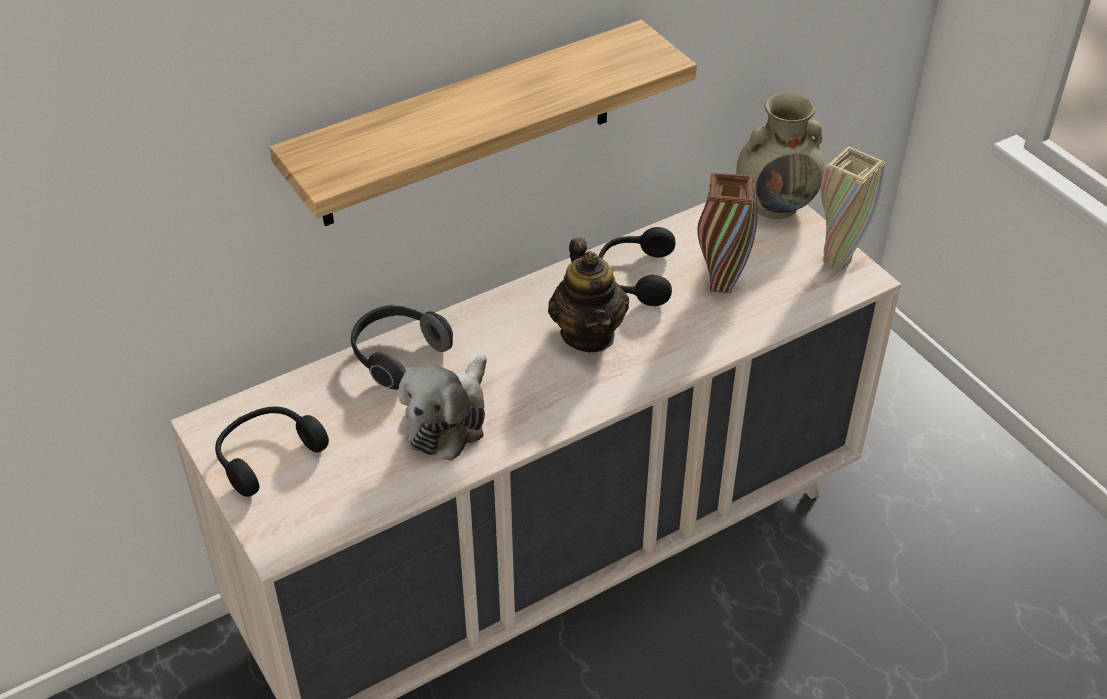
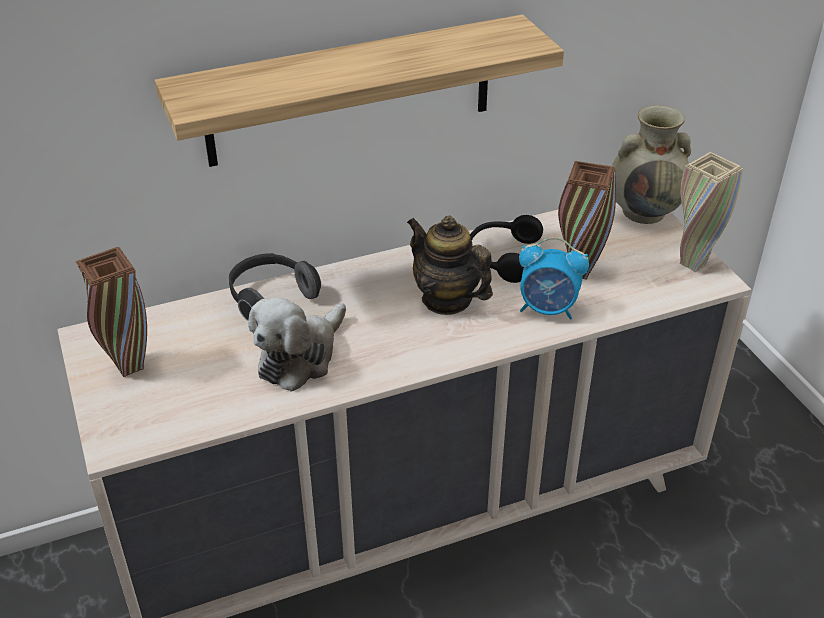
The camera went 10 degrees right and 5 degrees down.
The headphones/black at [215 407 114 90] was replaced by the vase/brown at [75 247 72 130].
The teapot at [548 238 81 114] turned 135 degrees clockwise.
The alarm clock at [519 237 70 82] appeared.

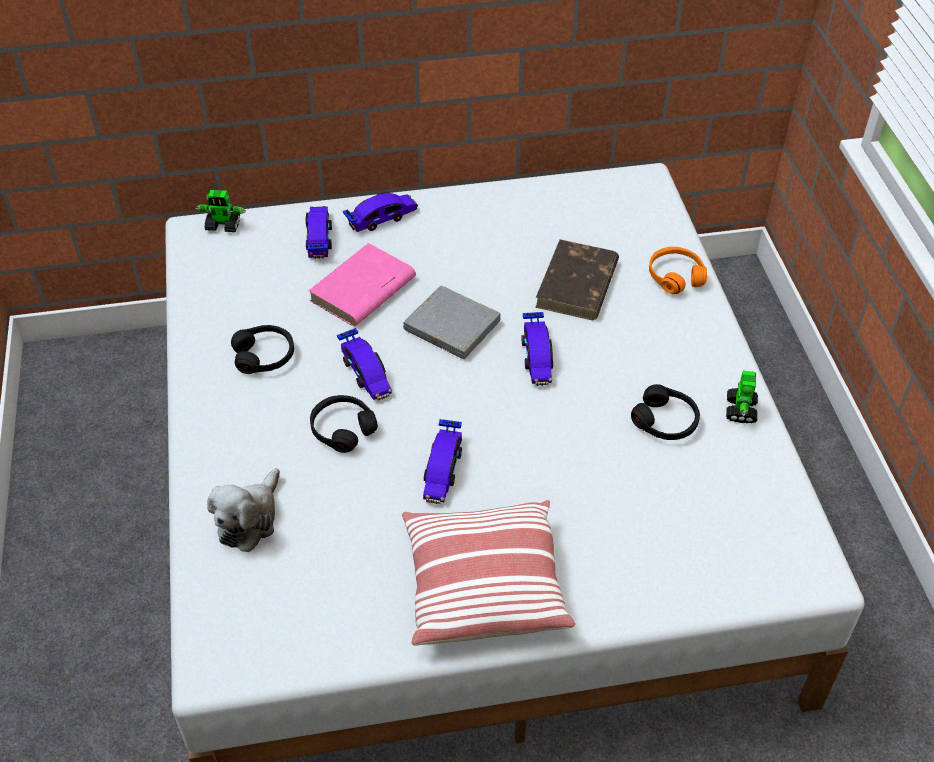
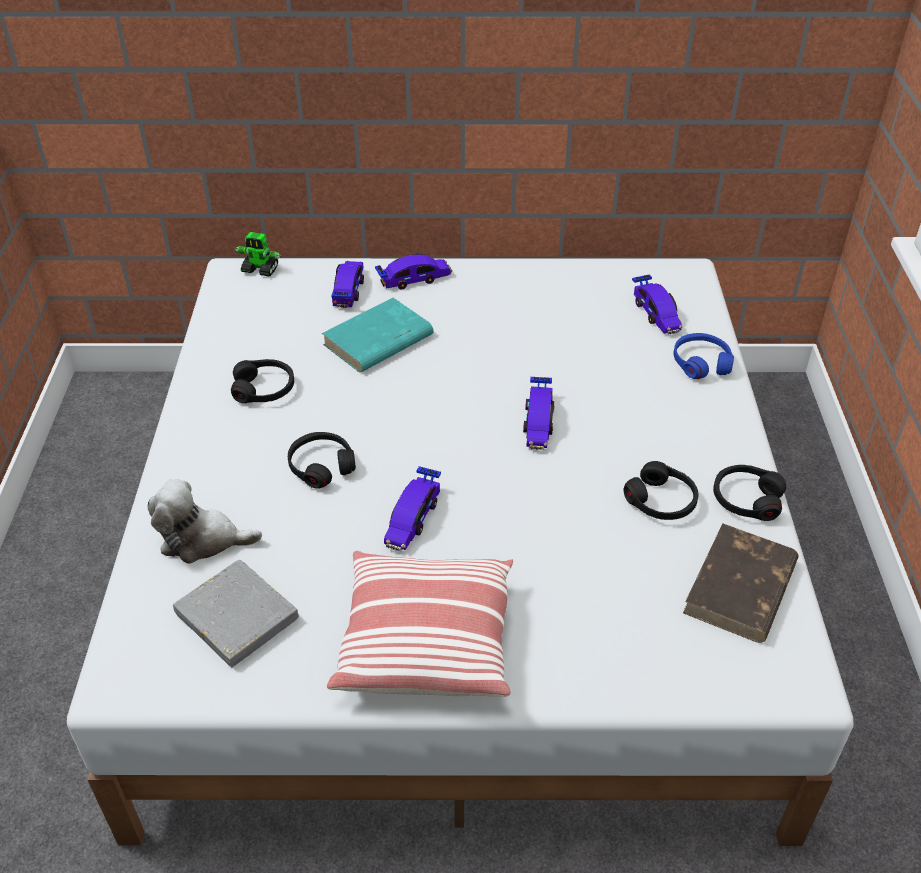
The camera went 10 degrees right and 5 degrees down.
The plush toy at [207 468 73 84] turned 60 degrees clockwise.
The book/grey moved from [403 286 98 73] to [173 559 126 108].
The book/pink at [309 243 107 84] became the book/turquoise at [322 298 112 75].
The toy car moved from [337 328 55 73] to [632 274 51 60].
The headphones/orange at [649 247 58 47] became the headphones/blue at [673 333 61 46].
The book/brown moved from [535 239 84 81] to [683 523 115 120].
The toy robot at [726 371 32 52] was replaced by the headphones/black at [713 465 73 56].

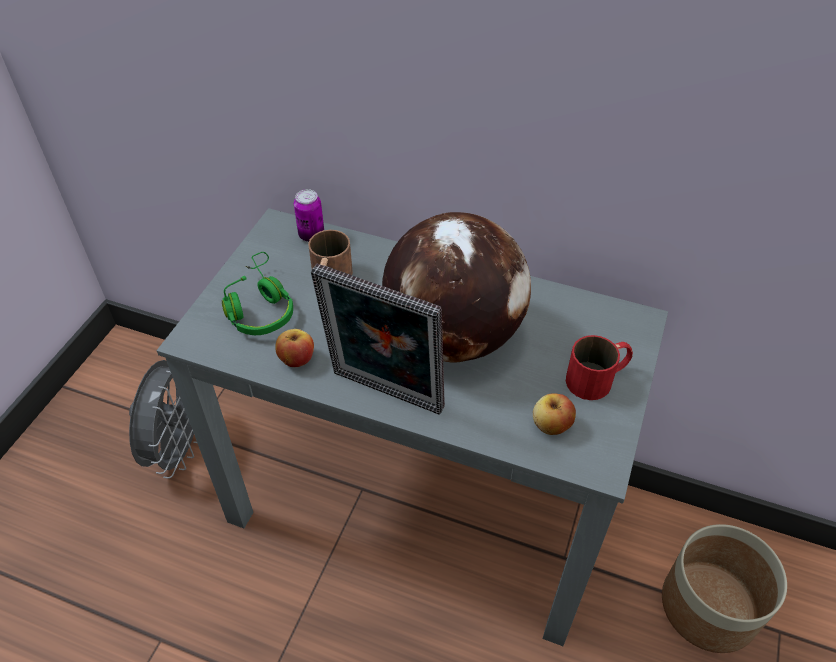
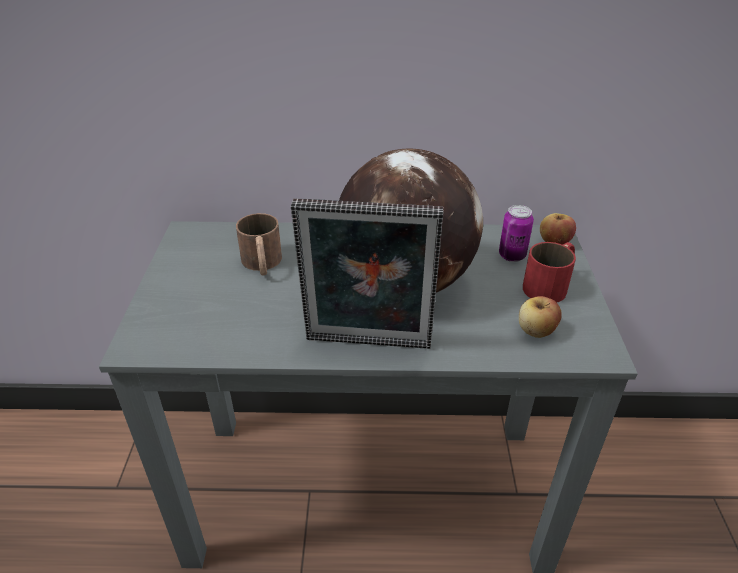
The camera went 20 degrees left and 10 degrees down.
The can moved from [294 189 30 53] to [499 205 35 57].
The apple moved from [275 329 39 38] to [540 213 36 32].
The fan/grey at [129 360 68 119] disappeared.
The headphones/green at [222 252 71 83] disappeared.
The planter at [662 524 125 129] disappeared.

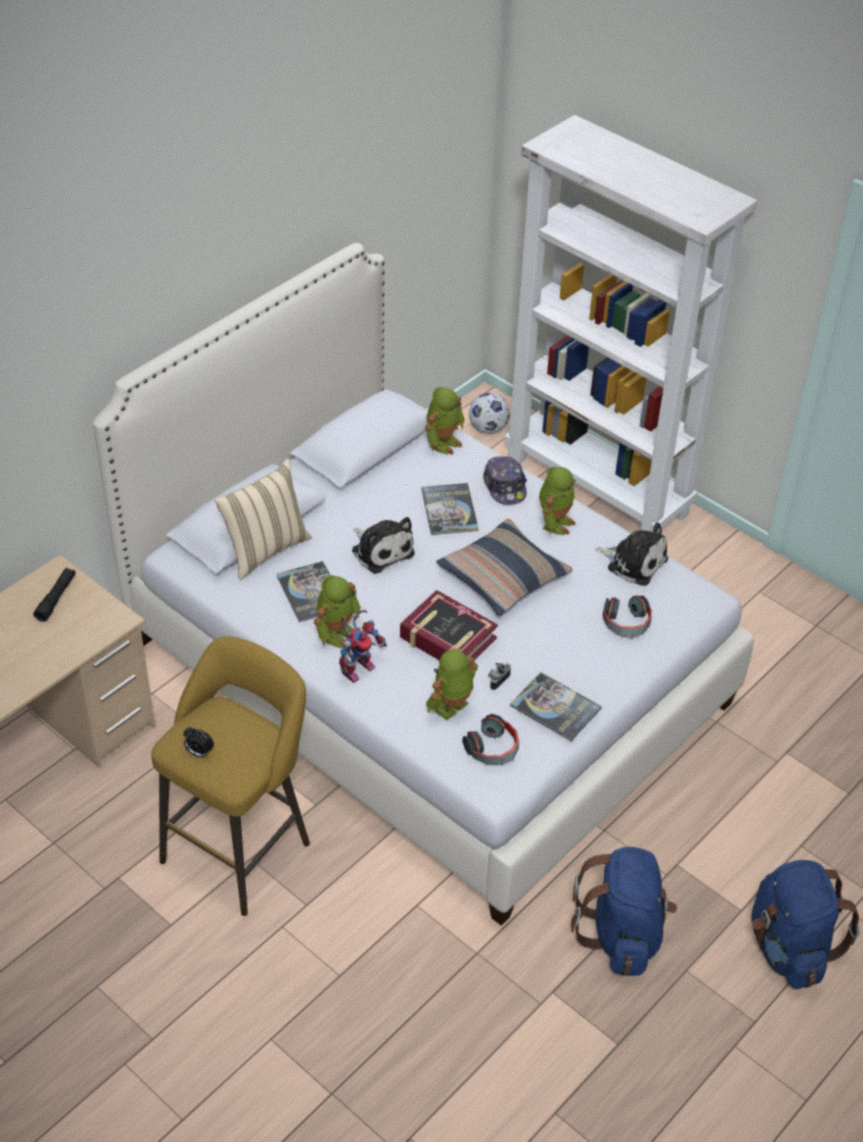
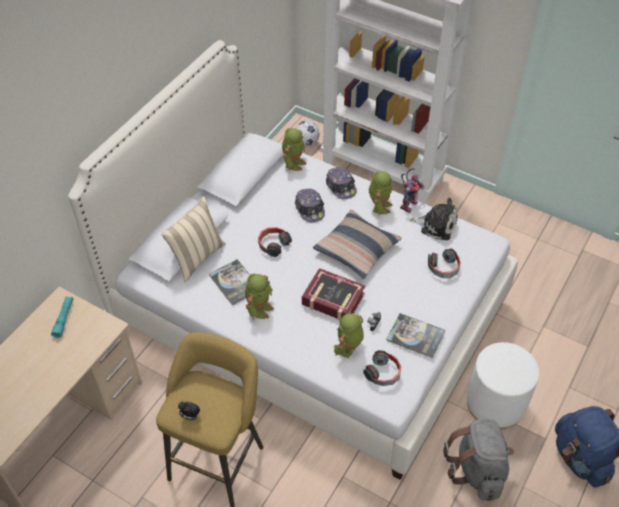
The camera went 10 degrees left and 5 degrees up.
The flashlight/black at [33 568 43 54] became the flashlight/turquoise at [51 296 22 42].
The plush toy at [352 517 63 57] was replaced by the headphones at [258 227 34 30].
The book at [422 483 57 52] was replaced by the cap at [295 189 30 33].
The toy robot moved from [339 610 48 73] to [400 168 24 45].
The backpack/blue at [571 847 107 129] became the backpack/grey at [443 419 71 82].
The ottoman/white at [467 342 72 87] appeared.

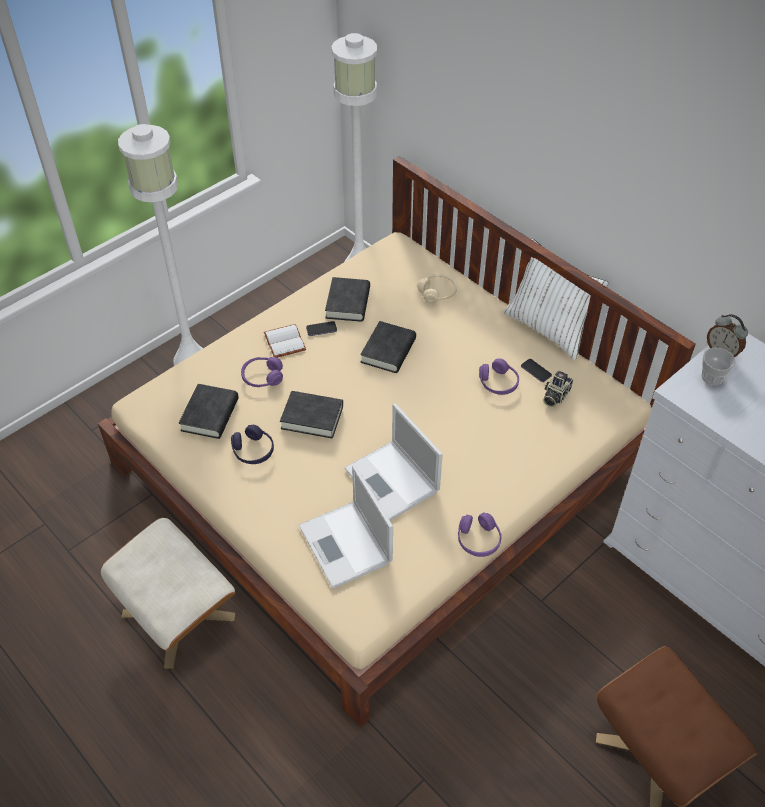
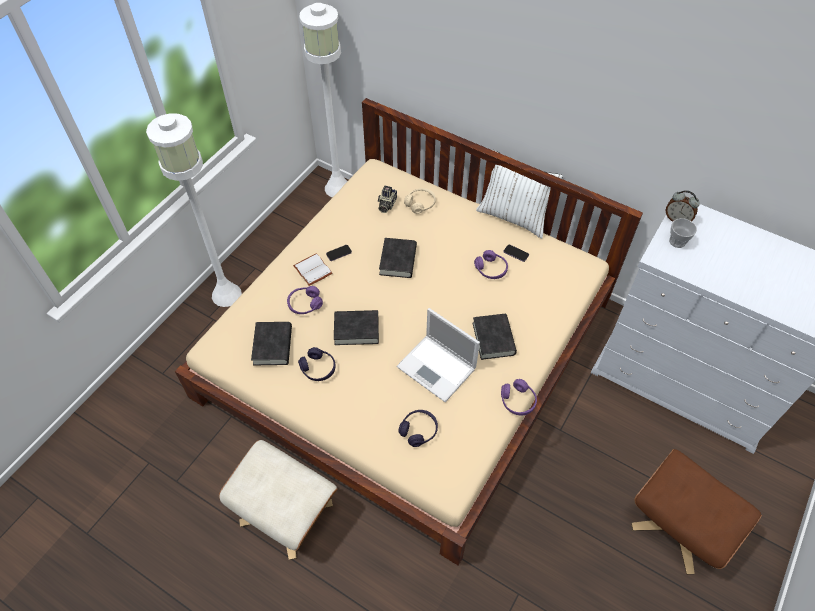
The camera went 15 degrees left and 5 degrees up.
The photo camera moved from [543 370 30 37] to [378 186 19 27].
The laptop at [299 465 94 124] was replaced by the headphones/purple at [398 410 40 37].
The book/black moved from [325 277 45 45] to [473 314 44 46].

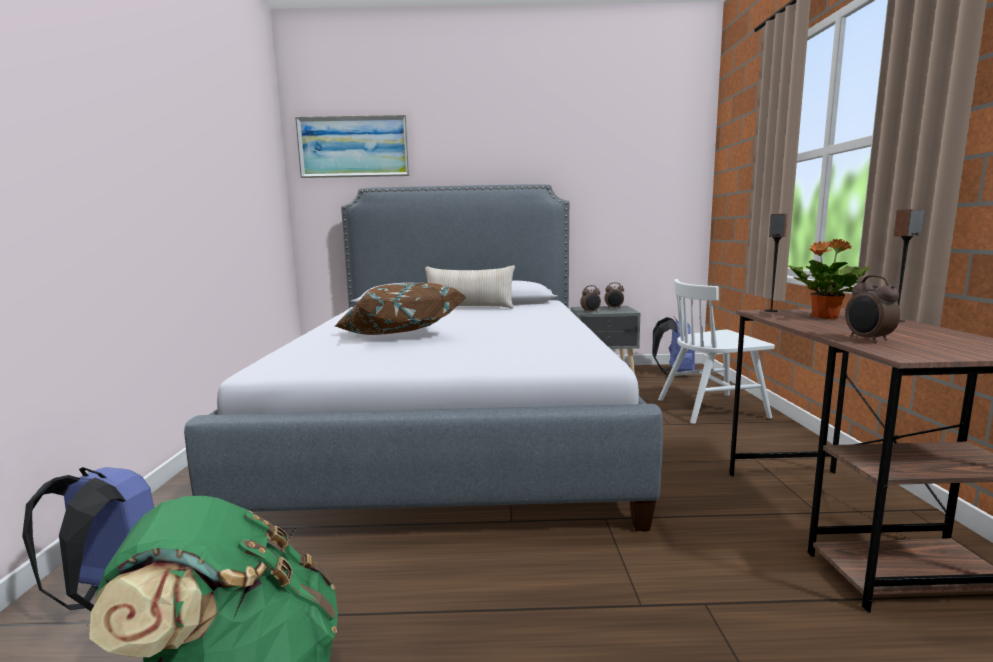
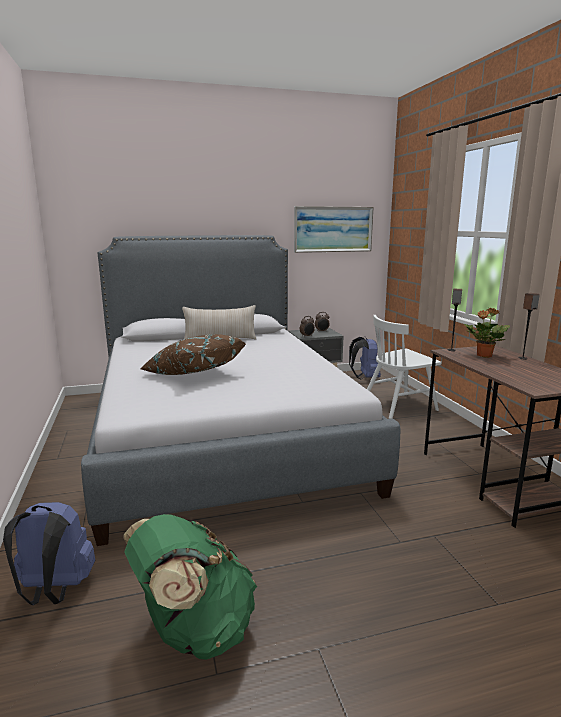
The camera went 15 degrees left and 5 degrees up.
The picture moved from [295 115 115 63] to [294 206 80 47].
The alarm clock at [845 275 55 68] disappeared.

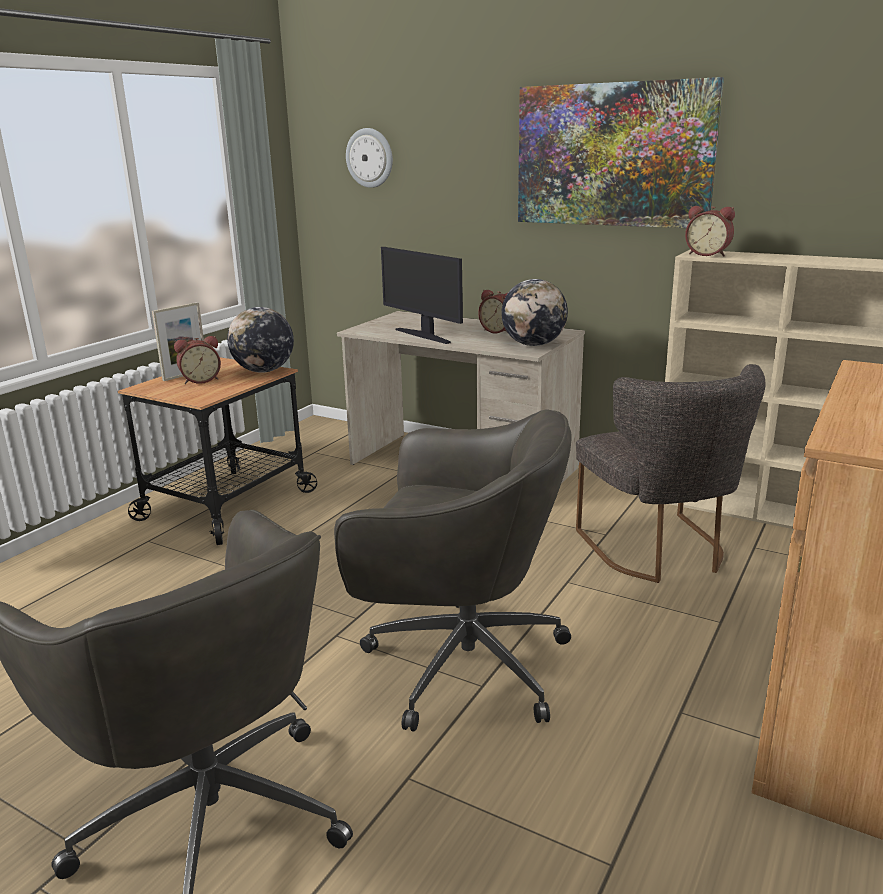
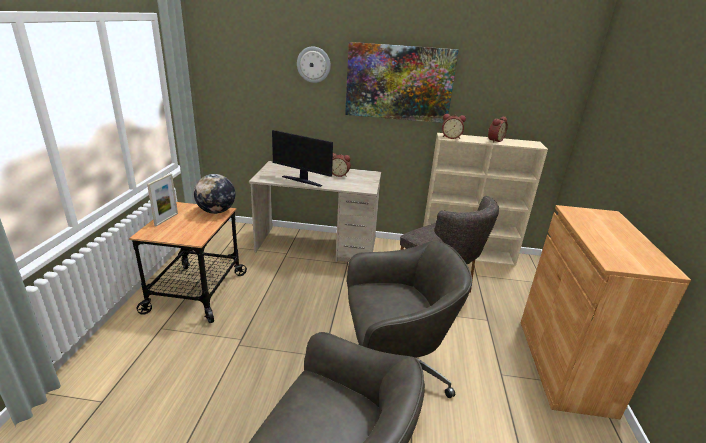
The camera went 25 degrees left and 5 degrees up.
The wall clock moved from [346 128 47 60] to [297 46 34 37].
The alarm clock moved from [174 336 47 48] to [488 117 20 26].
The globe at [501 279 67 67] disappeared.

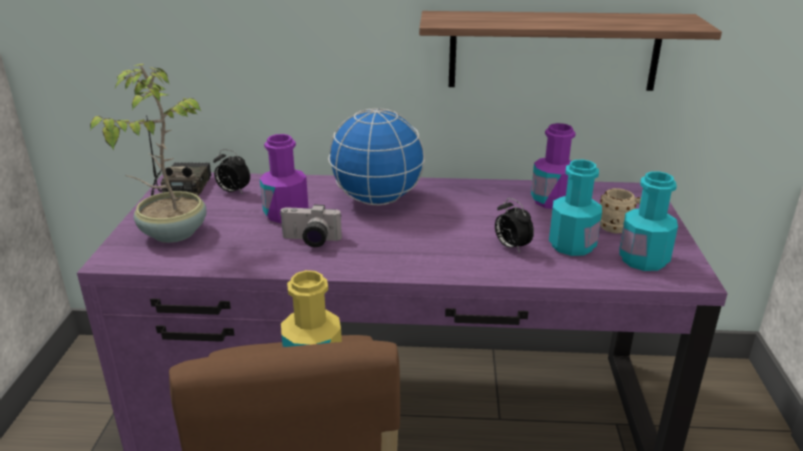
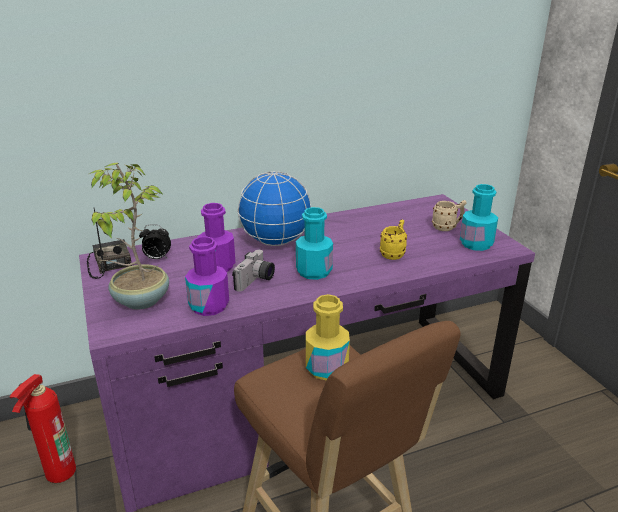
The camera went 25 degrees left and 0 degrees up.
The fire extinguisher at [9 374 67 109] appeared.
The bottle/purple moved from [531 123 45 86] to [185 236 44 80].
The photo camera at [279 204 63 43] turned 45 degrees counterclockwise.
The bottle/turquoise moved from [549 160 53 96] to [296 207 37 73].
The alarm clock at [495 198 39 55] was replaced by the mug/yellow at [380 219 27 41].
The shelf at [419 11 303 80] disappeared.

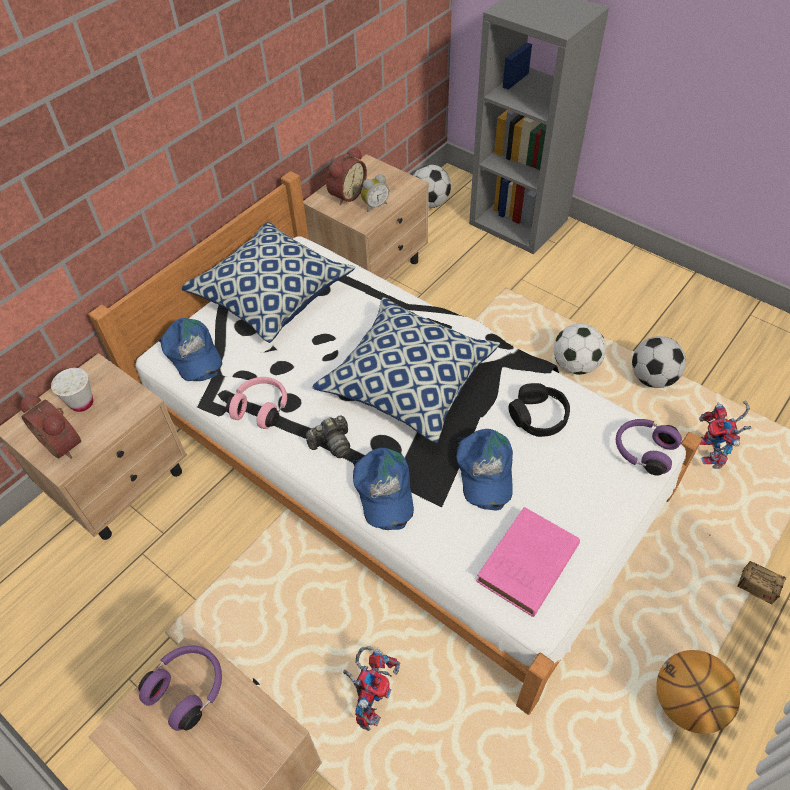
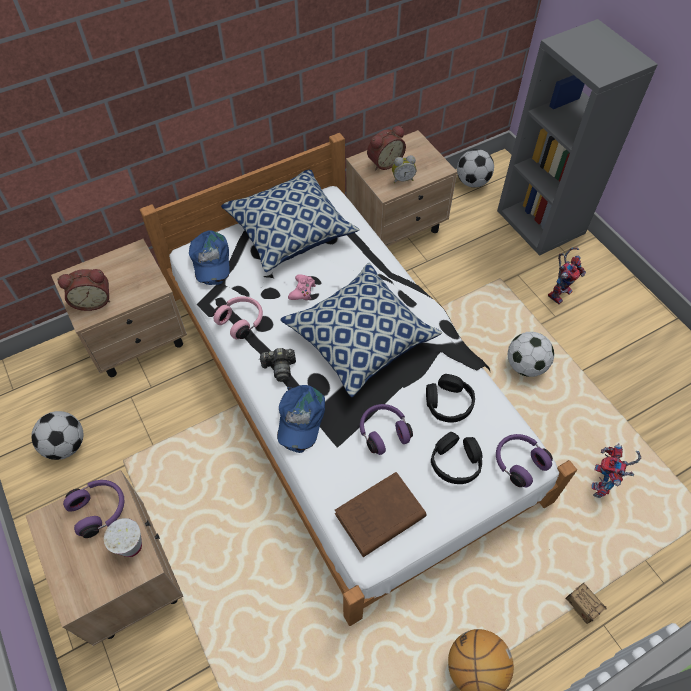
The camera went 20 degrees right and 5 degrees up.
The football moved from [632 336 54 52] to [31 411 52 49].
The alarm clock at [21 395 60 64] turned 75 degrees counterclockwise.
The cup/white moved from [51 368 42 44] to [104 518 38 39].
The game controller/pink at [288 274 28 26] appeared.
The book/pink at [476 507 104 110] became the book/brown at [335 472 92 85].
The cap/blue at [457 429 56 82] was replaced by the headphones/purple at [360 404 53 51].
The headphones/black at [431 432 51 52] appeared.
The toy robot moved from [343 646 57 85] to [548 248 38 56].

